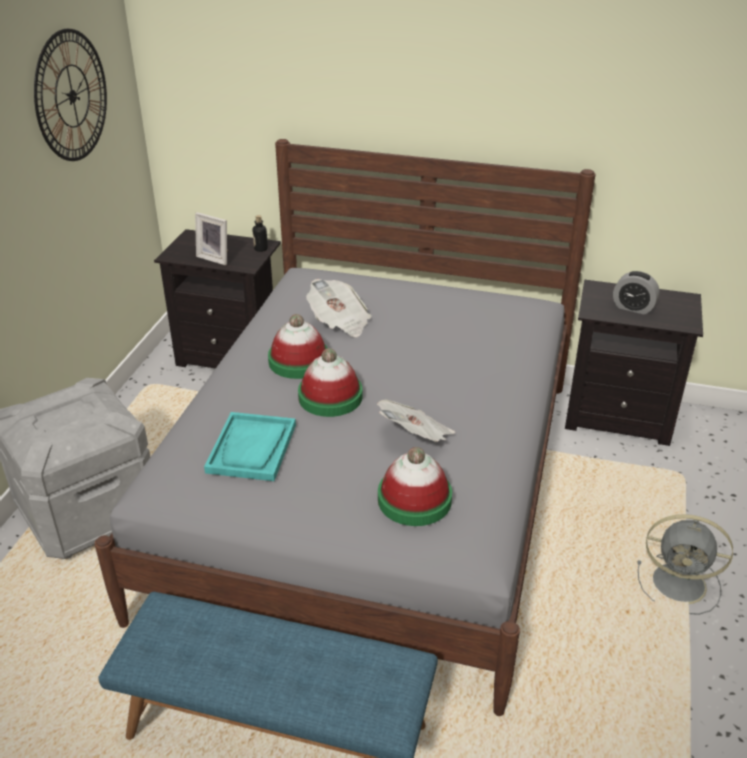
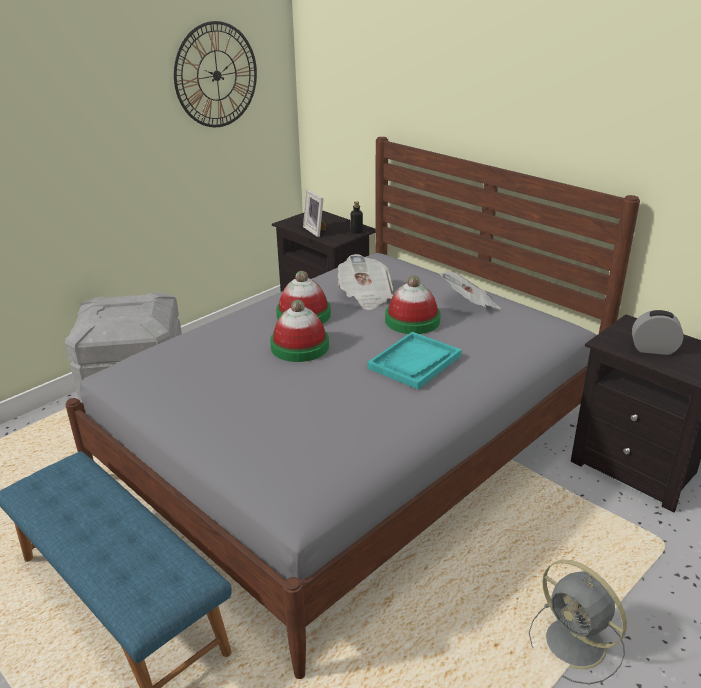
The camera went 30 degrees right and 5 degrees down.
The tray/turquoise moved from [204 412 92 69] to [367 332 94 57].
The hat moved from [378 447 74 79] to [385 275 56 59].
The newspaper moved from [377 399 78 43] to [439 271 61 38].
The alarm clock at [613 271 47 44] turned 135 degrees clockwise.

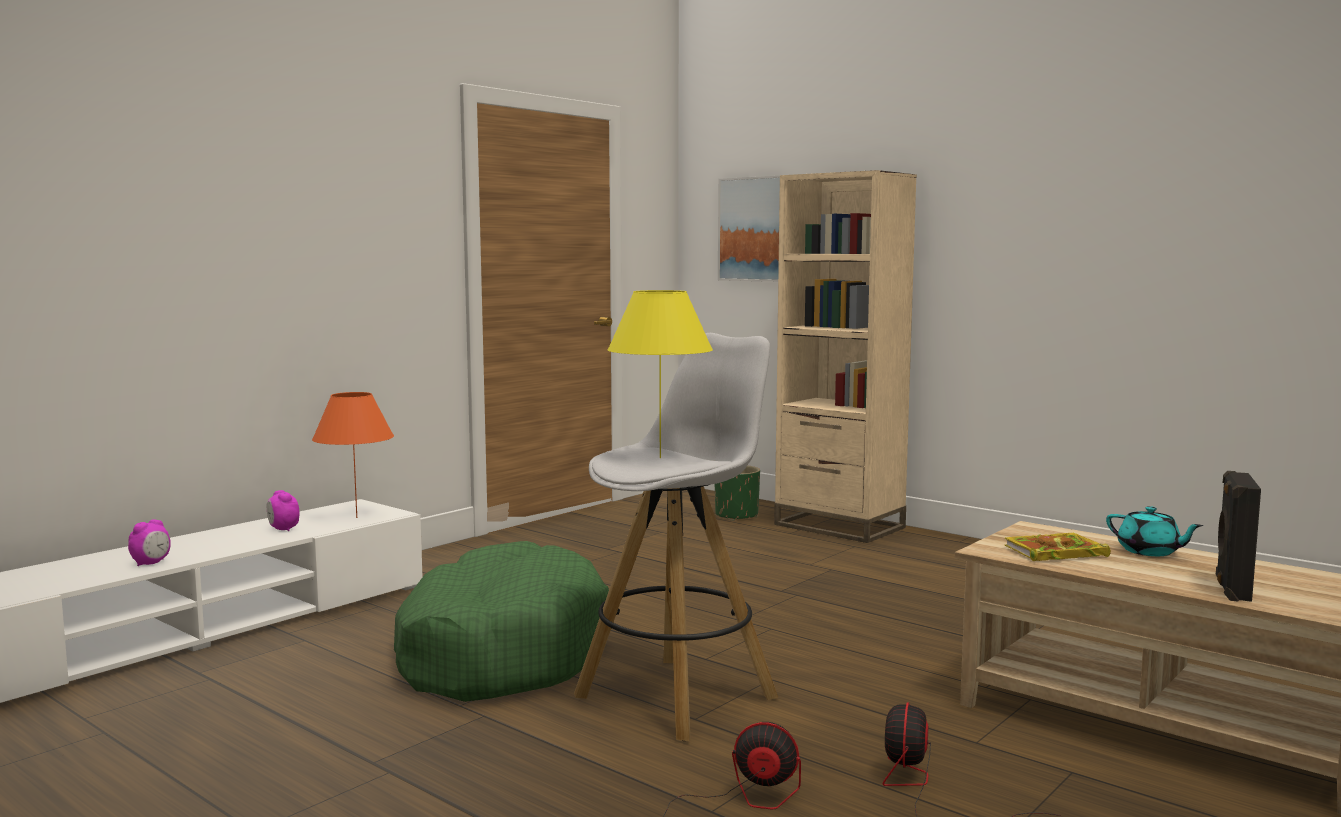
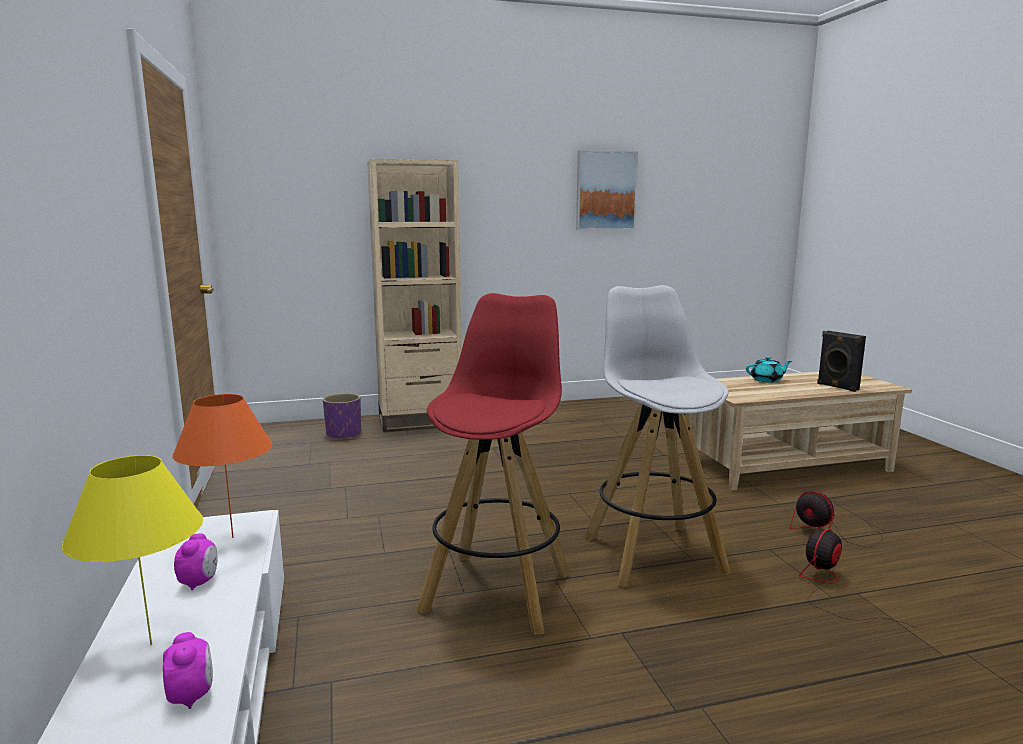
The camera went 55 degrees left and 5 degrees up.
The table lamp/yellow moved from [608 290 105 168] to [61 455 142 190].
The alarm clock at [266 490 34 41] turned 90 degrees counterclockwise.
The planter/green at [715 465 45 56] became the planter/purple at [323 393 38 46].
The dog bed/green at [394 541 215 161] was replaced by the stool/red at [416 293 154 342].
The picture moved from [718 176 62 106] to [576 150 62 80].
The book at [1005 533 106 28] disappeared.

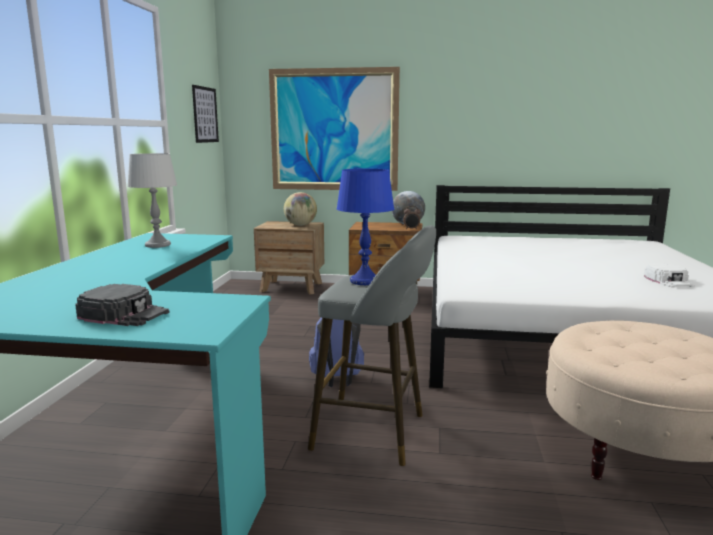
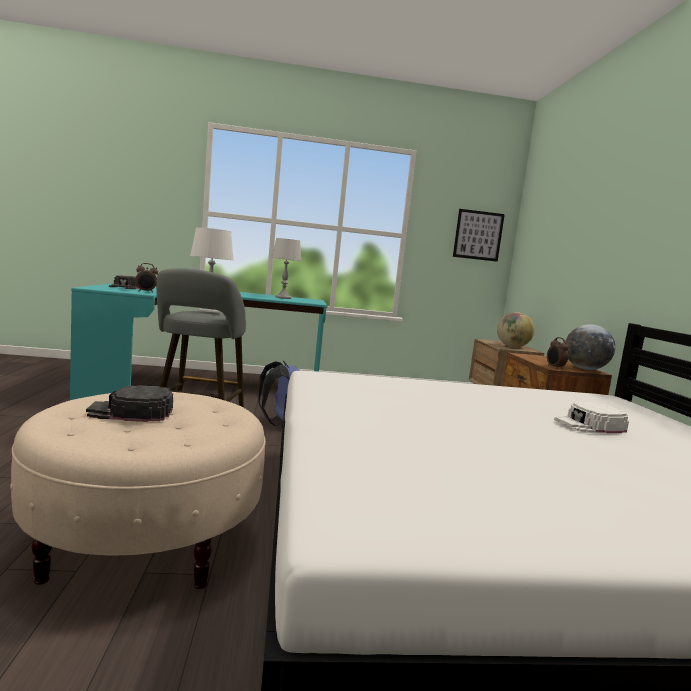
The camera went 75 degrees right and 5 degrees down.
The cap/black at [86 385 87 37] appeared.
The alarm clock at [135 263 23 30] appeared.
The table lamp/blue at [336 169 58 116] became the table lamp/white at [190 227 43 87].
The cap/white moved from [644 264 51 23] to [554 402 75 31].
The picture at [269 67 131 124] disappeared.

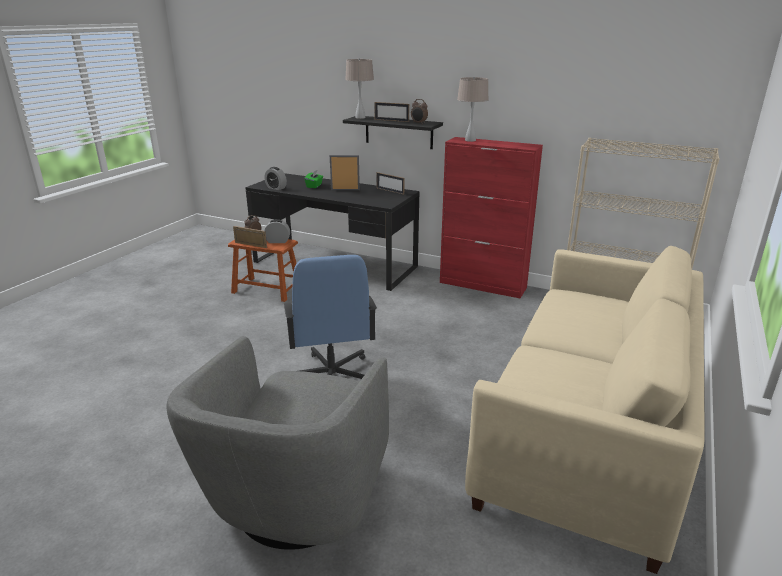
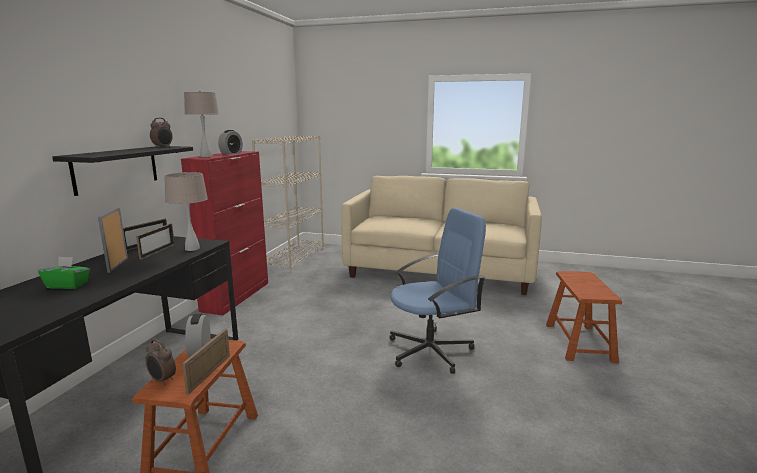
The camera went 100 degrees left and 10 degrees down.
The picture frame moved from [374 102 35 20] to [136 223 39 37].
The table lamp/beige moved from [345 58 29 61] to [164 172 44 79].
The alarm clock moved from [265 167 22 23] to [218 130 25 25].
The armchair/grey at [167 336 222 214] was replaced by the stool/brown at [546 271 76 92].

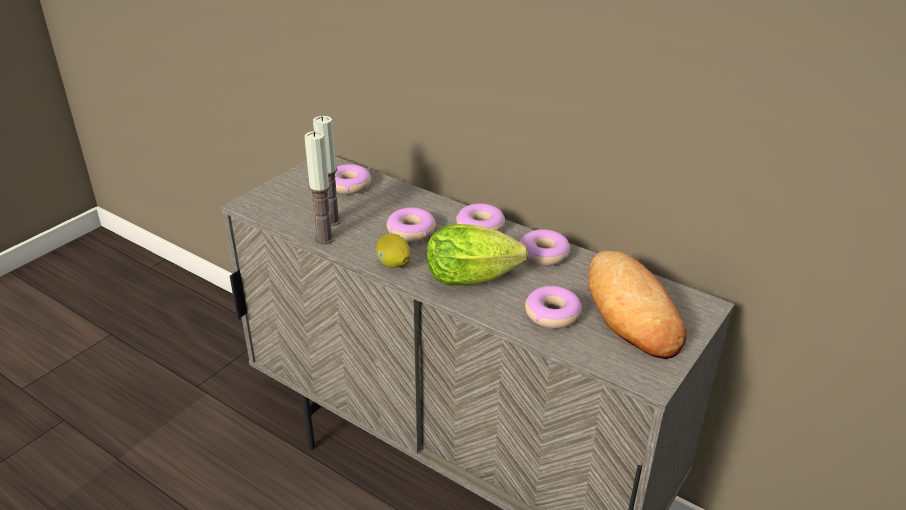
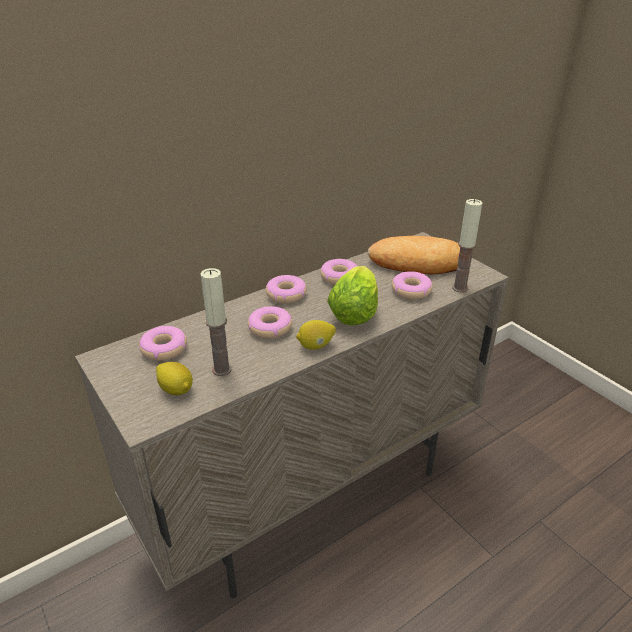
The camera went 70 degrees left and 0 degrees up.
The lemon at [156 362 37 33] appeared.
The candle moved from [304 131 30 114] to [452 199 30 93].

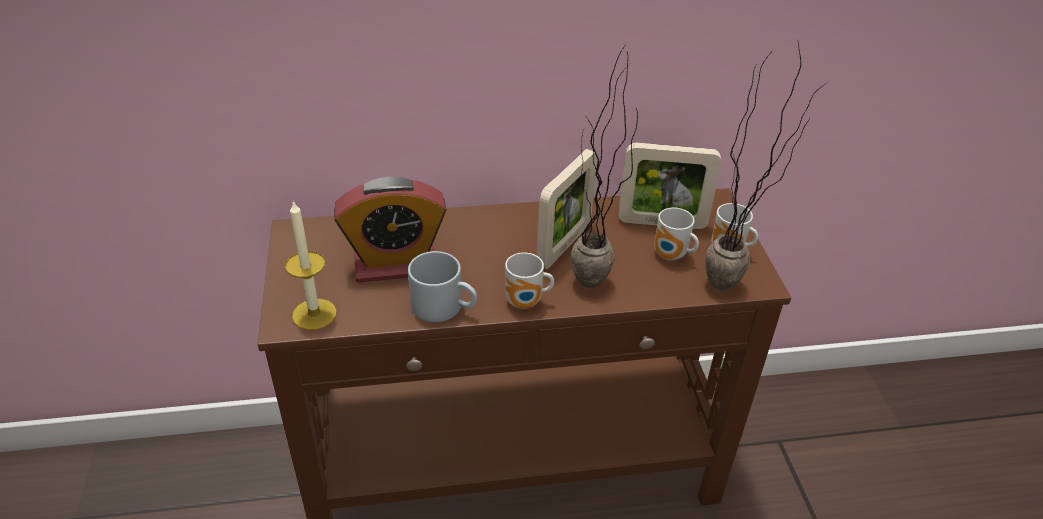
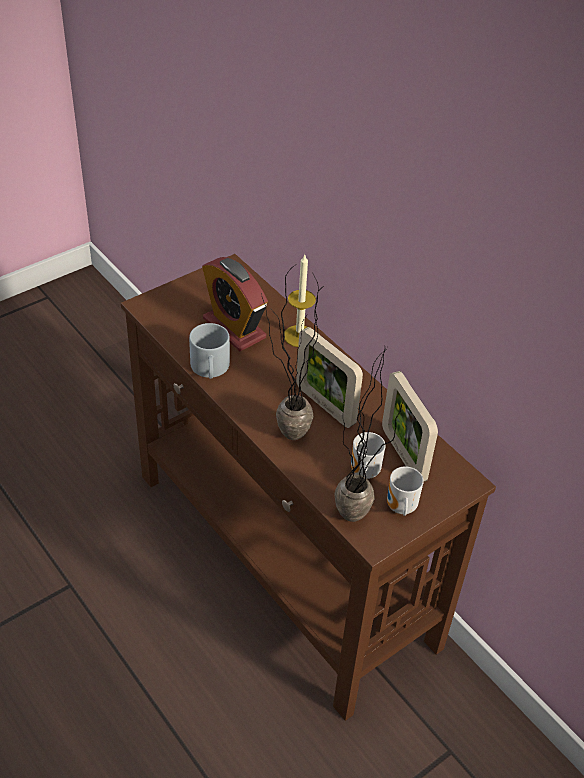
The camera went 60 degrees right and 5 degrees up.
The candle moved from [285 200 52 130] to [285 255 31 92].
The picture frame at [537 149 60 120] turned 45 degrees clockwise.
The mug at [505 253 49 56] disappeared.

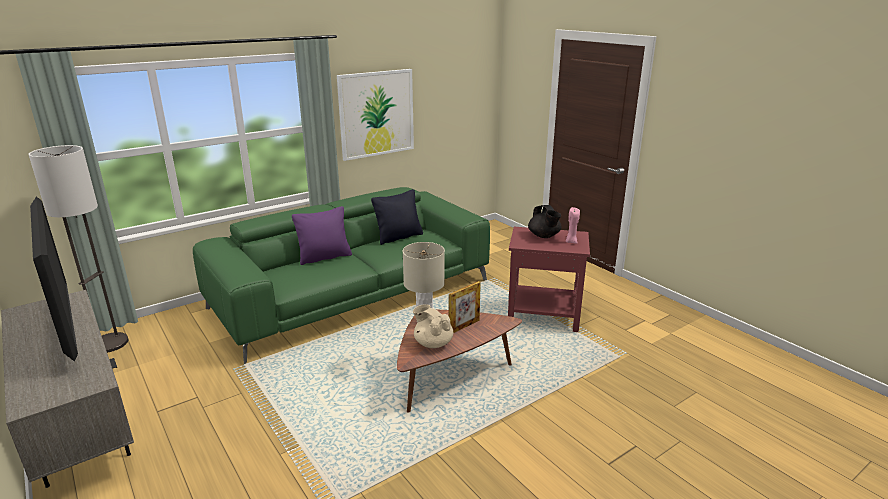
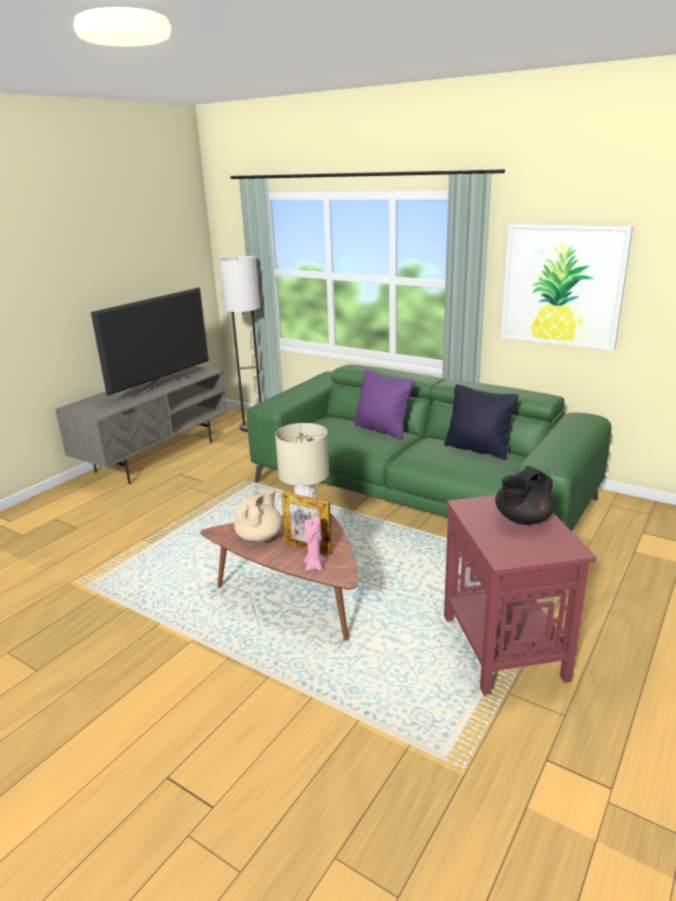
The camera went 70 degrees right and 0 degrees up.
The candle/pink moved from [566 207 14 37] to [304 517 21 54].

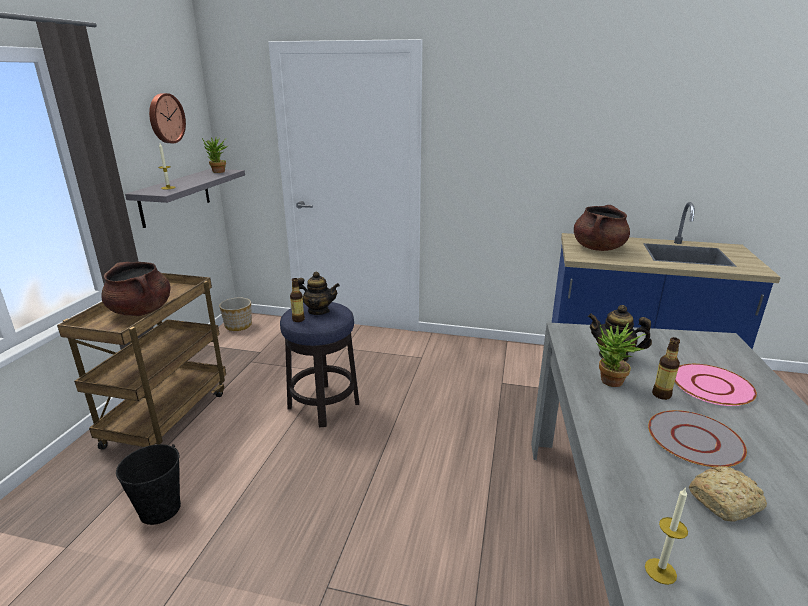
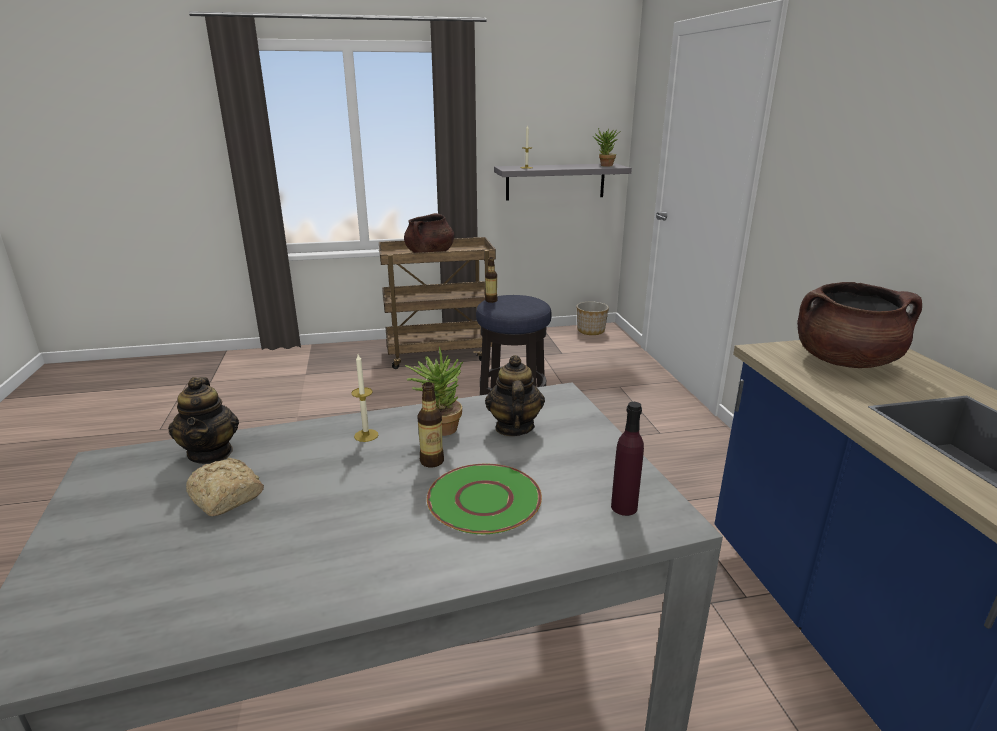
The camera went 65 degrees right and 0 degrees up.
The teapot moved from [298 271 42 44] to [168 377 71 87].
The candle moved from [645 487 43 98] to [351 354 27 88].
The plate/pink at [675 364 82 42] became the plate/green at [427 464 115 70].
The bottle/purple at [611 402 33 114] appeared.
The bucket/black at [116 444 65 81] disappeared.
The wall clock at [149 93 37 50] disappeared.
The plate/grey at [648 410 99 58] disappeared.

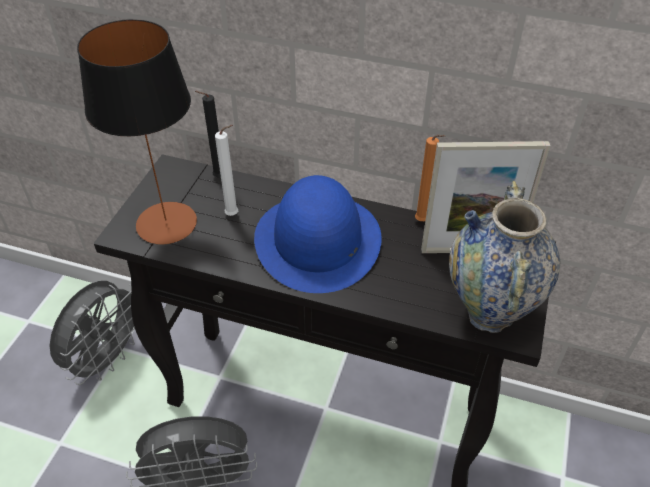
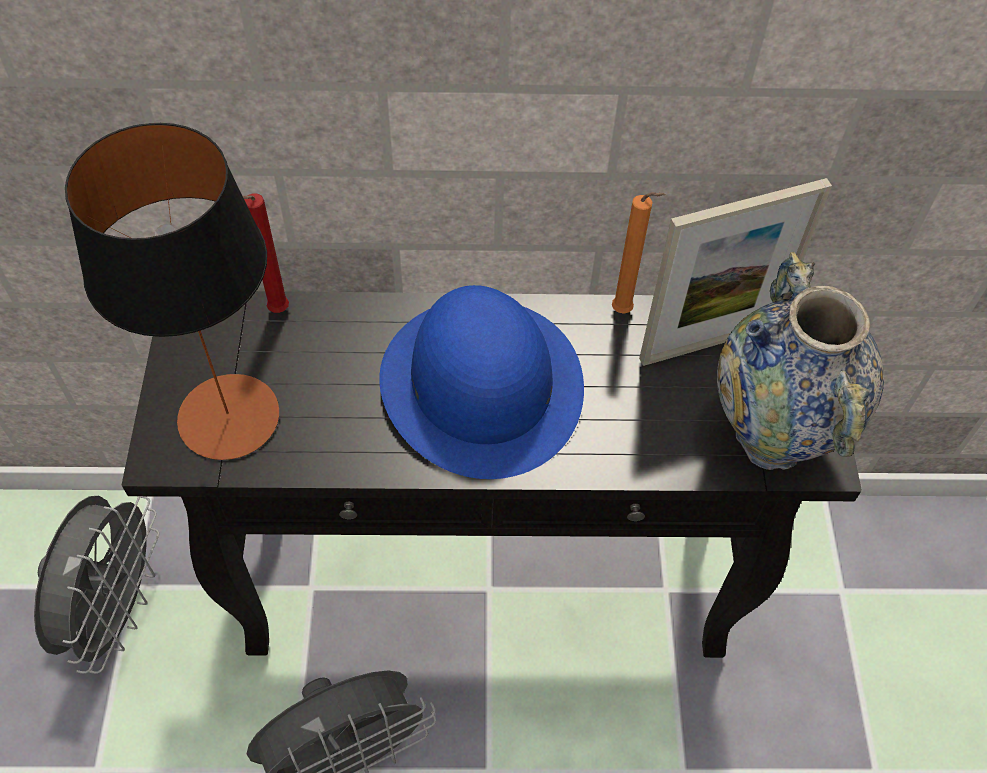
The camera went 20 degrees left and 10 degrees up.
The candle/black at [195 91 26 86] became the candle/red at [243 193 46 120].
The candle/white at [215 125 23 91] disappeared.

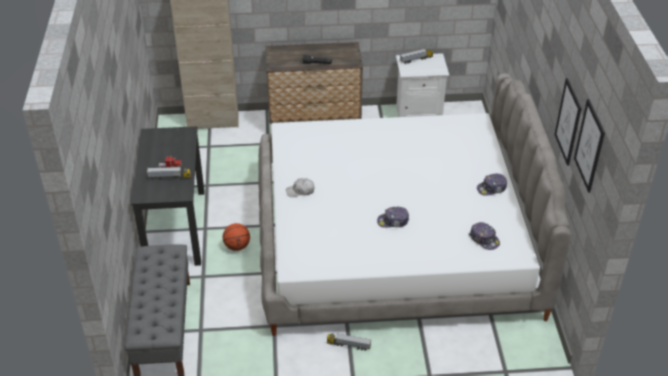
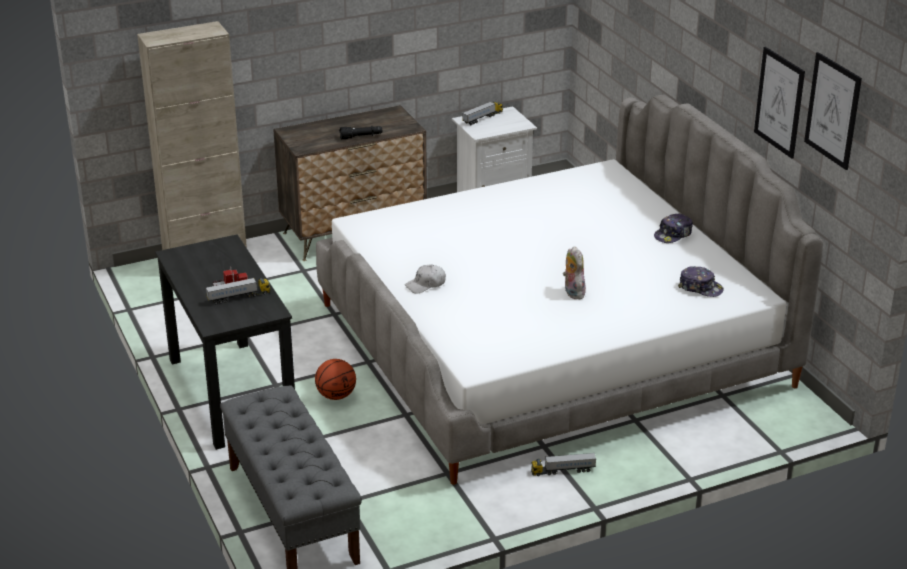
The camera went 20 degrees left and 10 degrees down.
The cap at [377 207 32 21] was replaced by the plush toy at [563 246 23 53].

